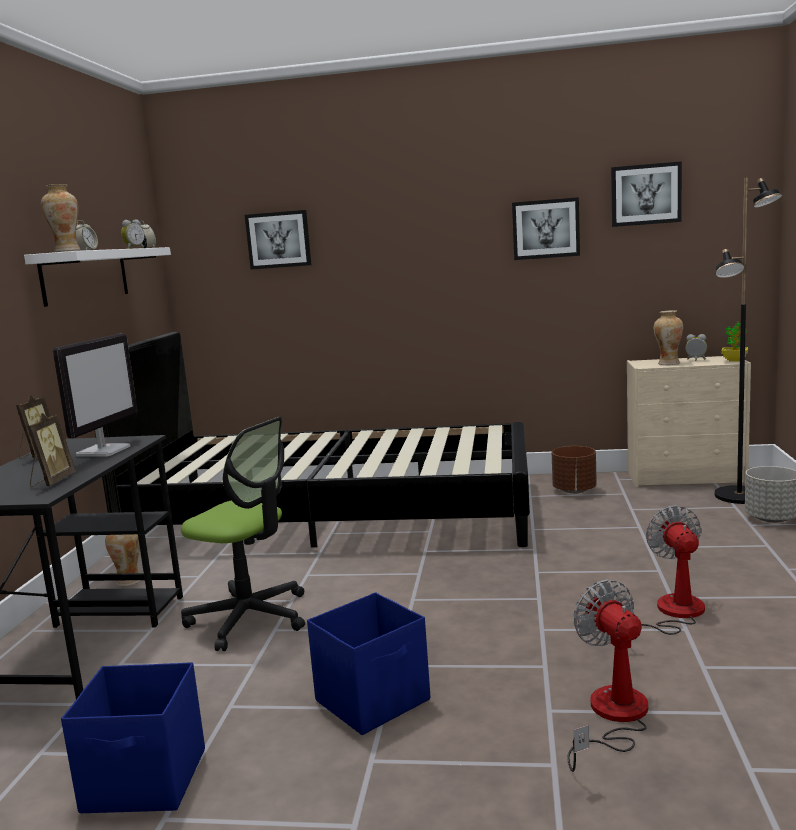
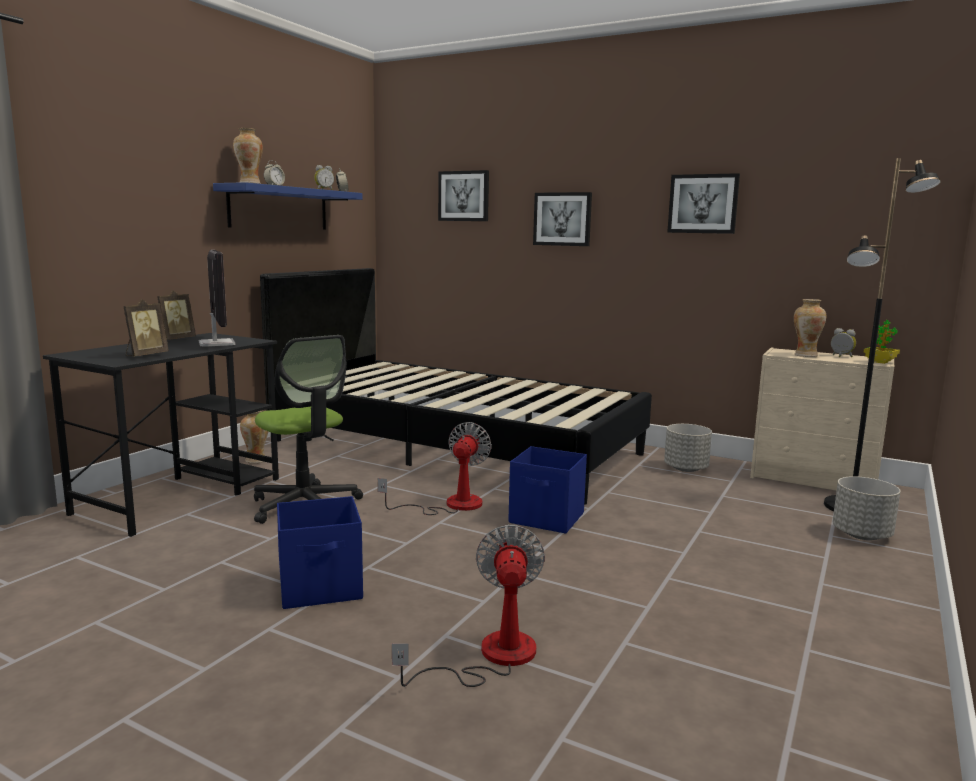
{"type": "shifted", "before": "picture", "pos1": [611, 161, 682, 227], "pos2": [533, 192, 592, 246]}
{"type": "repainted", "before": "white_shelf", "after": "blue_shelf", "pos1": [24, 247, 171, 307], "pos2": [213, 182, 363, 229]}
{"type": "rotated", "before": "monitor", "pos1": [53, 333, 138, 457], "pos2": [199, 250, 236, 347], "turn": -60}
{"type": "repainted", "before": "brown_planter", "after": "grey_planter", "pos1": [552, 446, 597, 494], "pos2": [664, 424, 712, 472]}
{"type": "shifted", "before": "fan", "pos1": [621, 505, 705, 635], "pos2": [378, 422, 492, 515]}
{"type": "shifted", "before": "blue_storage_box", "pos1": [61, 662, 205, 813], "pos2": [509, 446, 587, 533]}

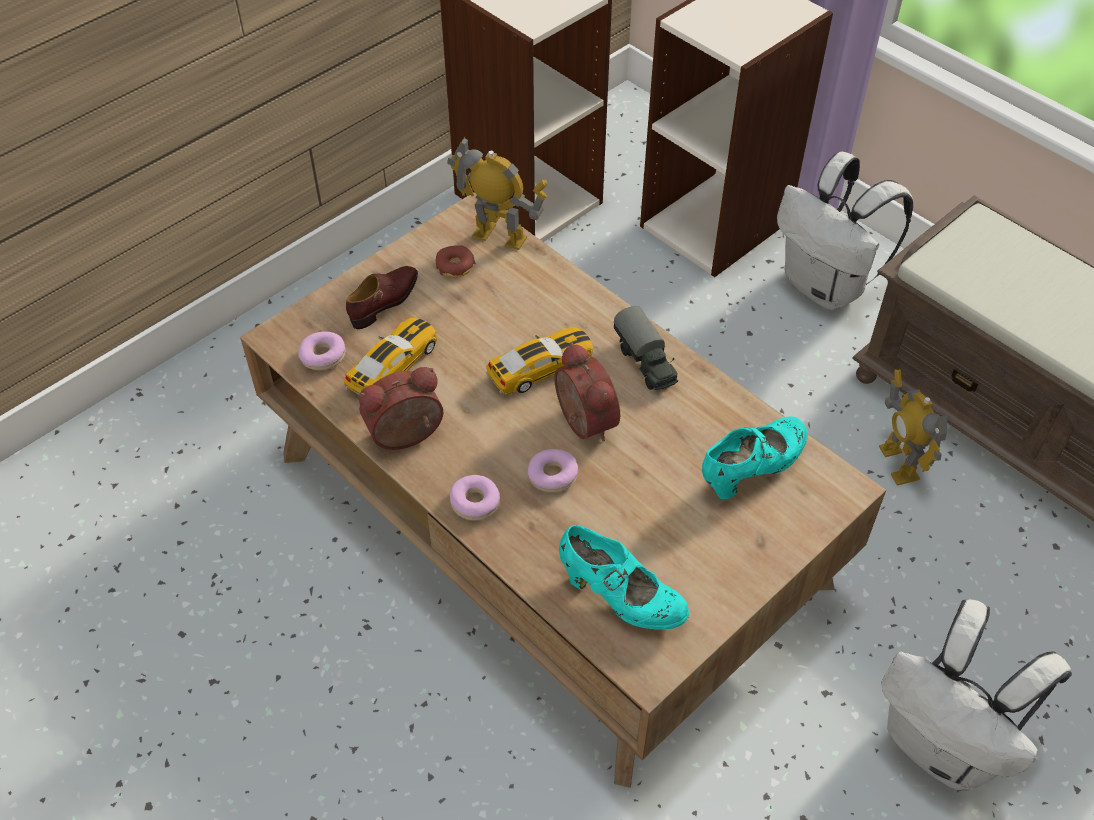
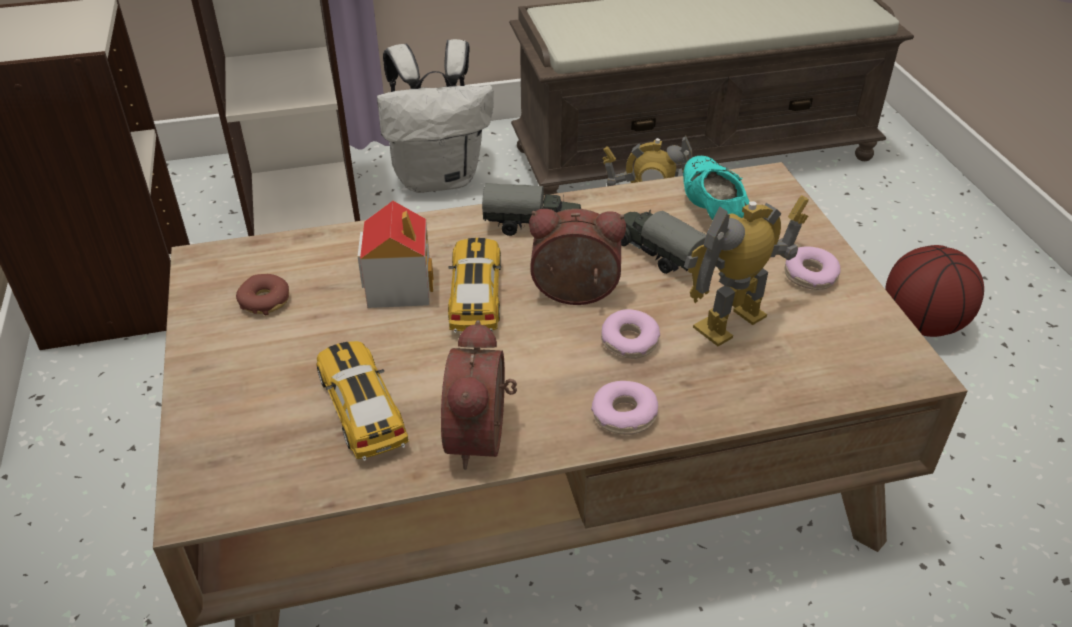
{"type": "shifted", "before": "toy_robot", "pos1": [447, 137, 548, 250], "pos2": [684, 195, 809, 346]}
{"type": "gone", "before": "brown_shoe", "pos1": [346, 266, 418, 329]}
{"type": "shifted", "before": "donut", "pos1": [298, 331, 345, 370], "pos2": [785, 246, 841, 290]}
{"type": "gone", "before": "turquoise_shoe", "pos1": [559, 525, 689, 630]}
{"type": "swapped", "before": "white_backpack", "after": "basketball", "pos1": [881, 599, 1072, 790], "pos2": [885, 245, 984, 337]}
{"type": "new", "after": "toy_house", "pos2": [357, 201, 434, 308]}
{"type": "new", "after": "toy_truck", "pos2": [621, 210, 706, 274]}

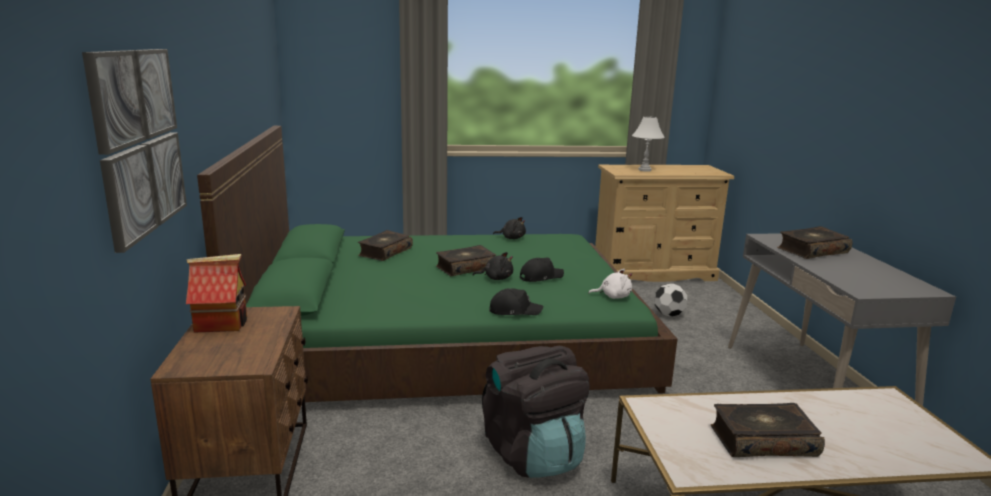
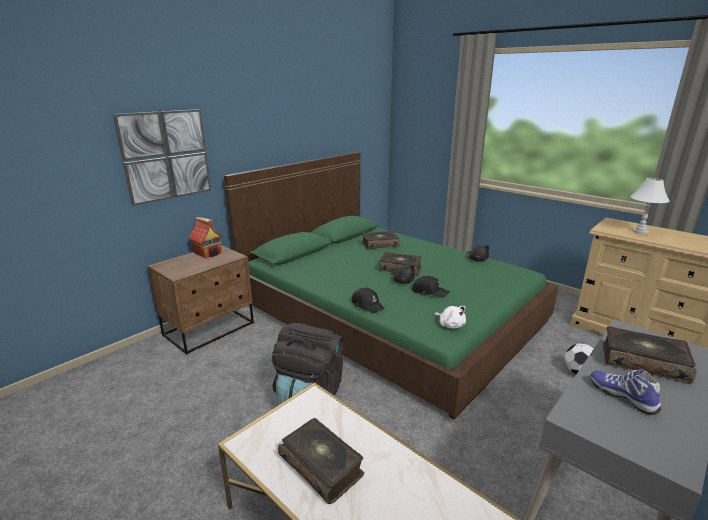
{"type": "new", "after": "shoe", "pos2": [590, 369, 661, 415]}

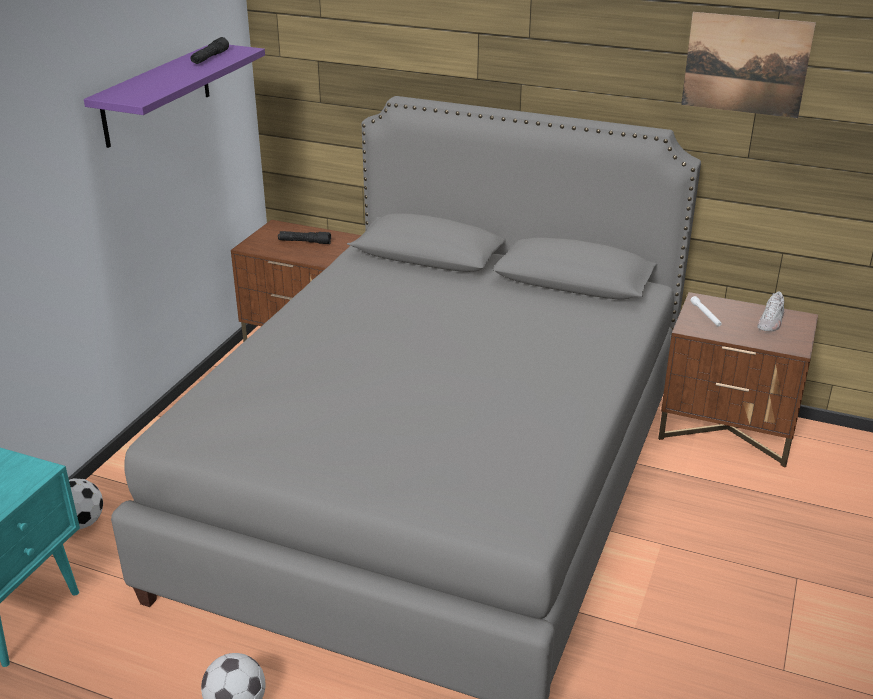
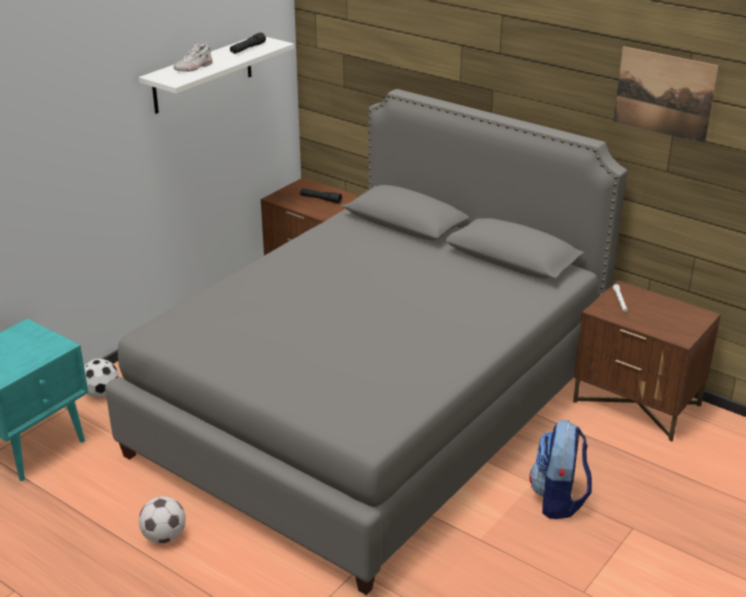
{"type": "repainted", "before": "purple_shelf", "after": "white_shelf", "pos1": [84, 45, 265, 148], "pos2": [139, 37, 294, 114]}
{"type": "shifted", "before": "white_shoe", "pos1": [757, 291, 784, 331], "pos2": [174, 43, 213, 72]}
{"type": "new", "after": "backpack", "pos2": [529, 420, 592, 519]}

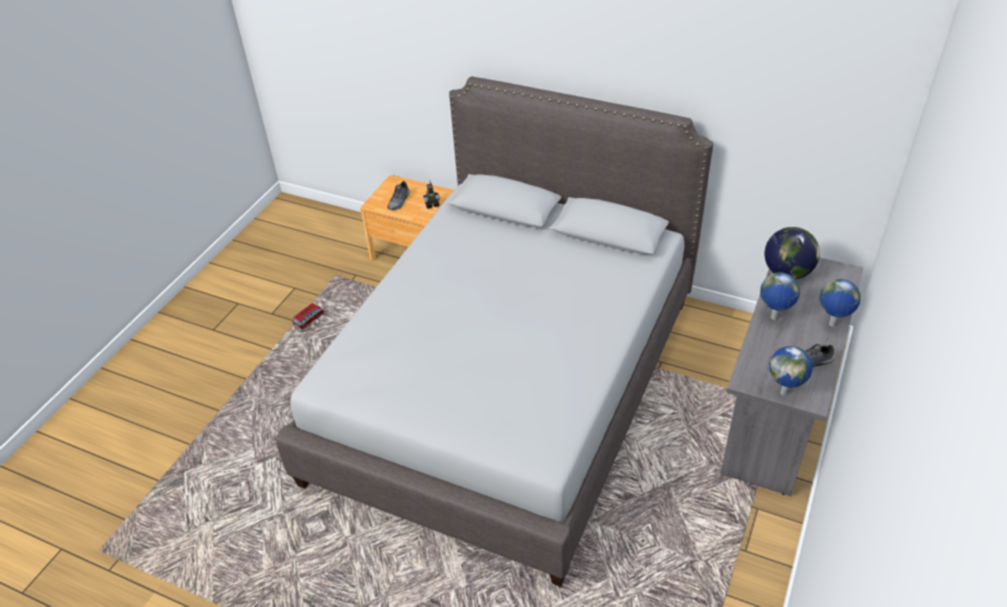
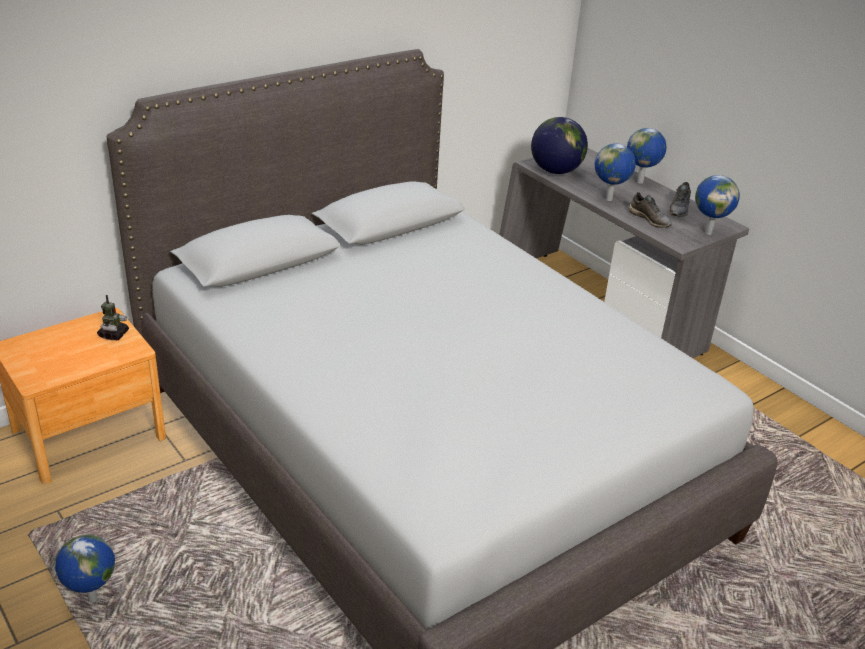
{"type": "shifted", "before": "grey_shoe", "pos1": [387, 181, 410, 210], "pos2": [629, 192, 672, 228]}
{"type": "swapped", "before": "toy_car", "after": "globe", "pos1": [292, 303, 324, 331], "pos2": [55, 535, 115, 603]}

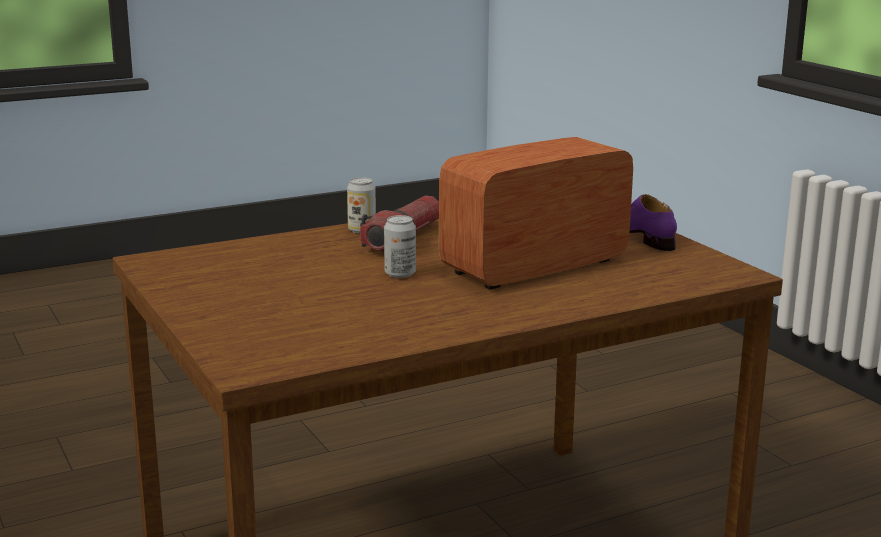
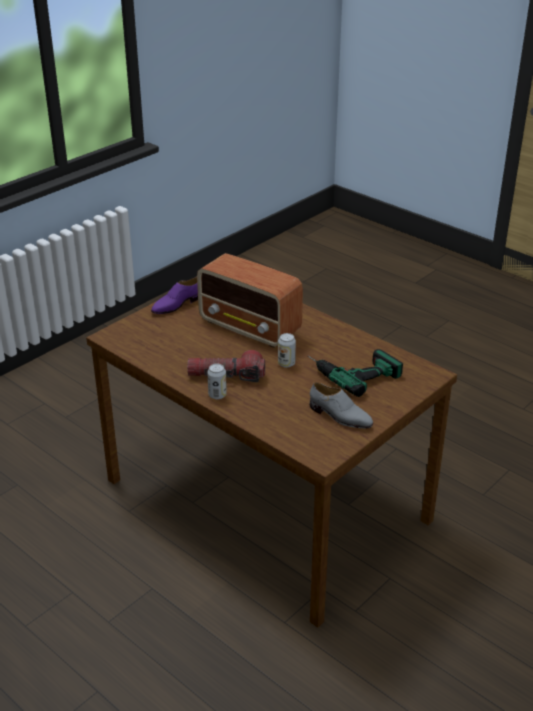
{"type": "new", "after": "power_drill", "pos2": [308, 349, 403, 397]}
{"type": "new", "after": "grey_shoe", "pos2": [310, 382, 373, 429]}

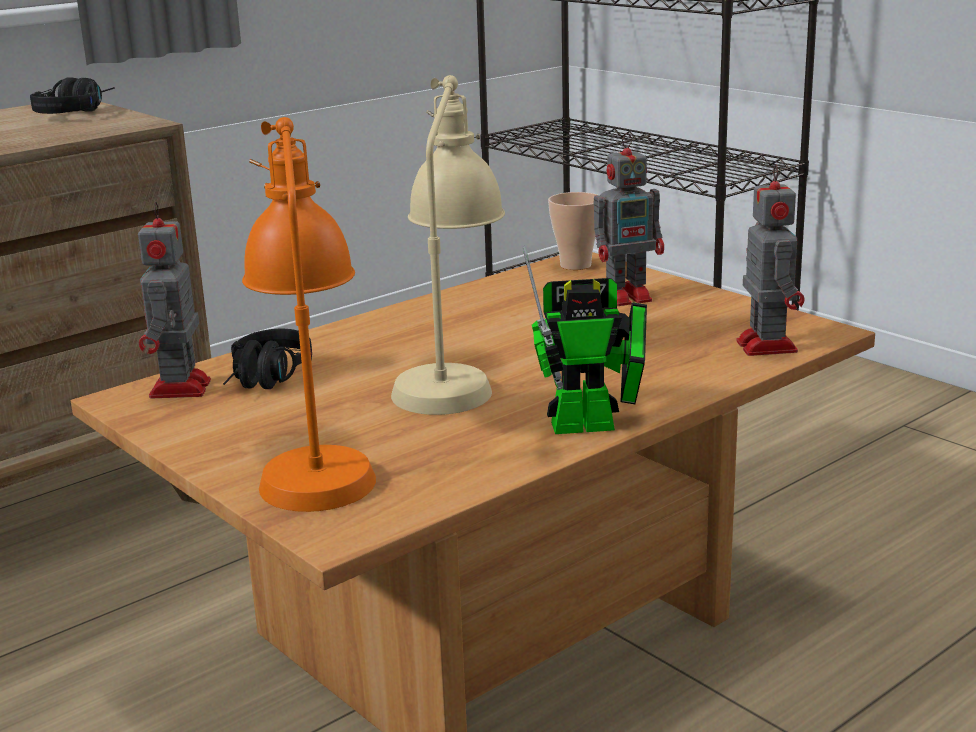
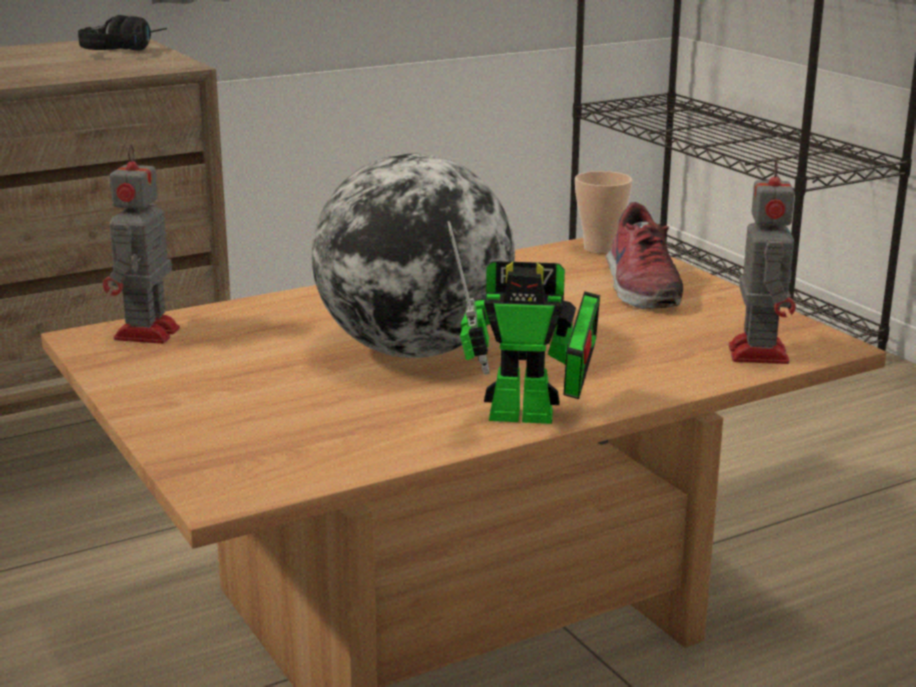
{"type": "swapped", "before": "beige_table_lamp", "after": "globe", "pos1": [391, 75, 505, 415], "pos2": [312, 153, 515, 358]}
{"type": "gone", "before": "orange_table_lamp", "pos1": [242, 117, 376, 512]}
{"type": "swapped", "before": "toy_robot", "after": "shoe", "pos1": [593, 133, 664, 306], "pos2": [605, 202, 683, 309]}
{"type": "gone", "before": "black_headphones", "pos1": [223, 329, 312, 389]}

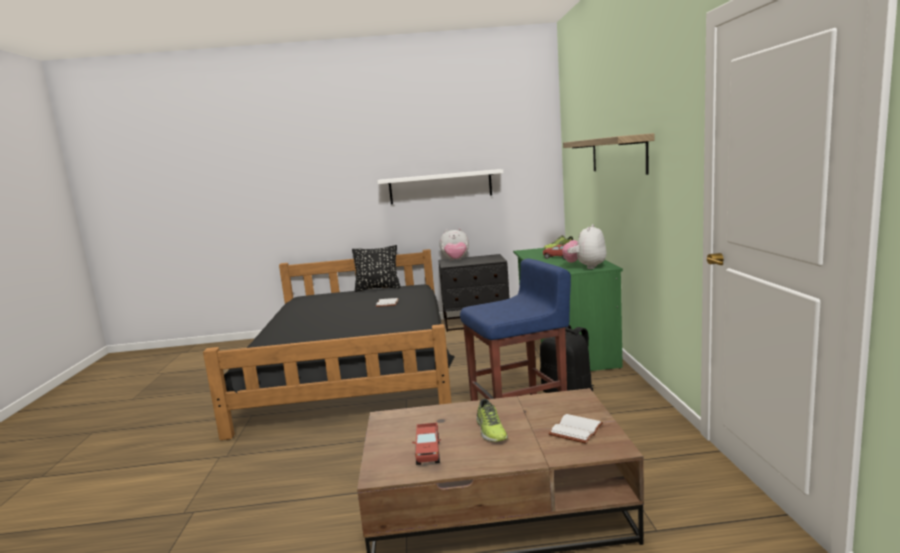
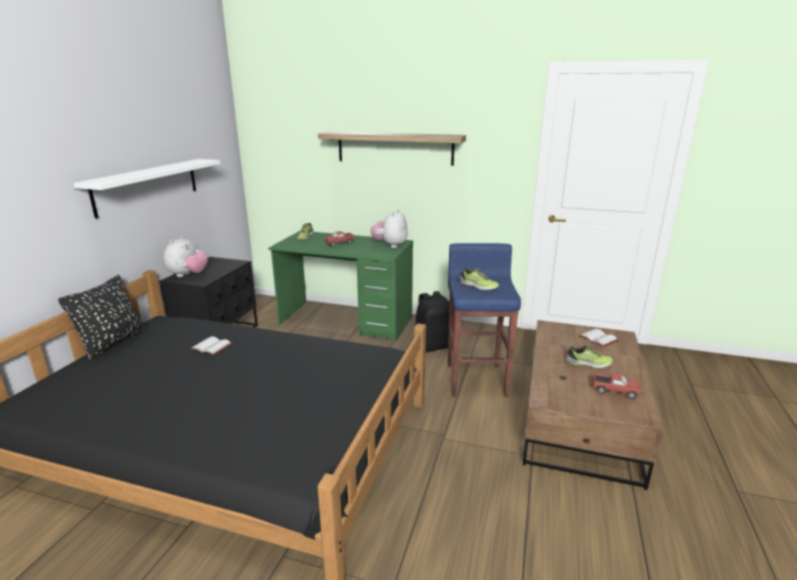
{"type": "rotated", "before": "plush_toy", "pos1": [562, 224, 607, 269], "pos2": [371, 209, 408, 248], "turn": 60}
{"type": "new", "after": "shoe", "pos2": [460, 268, 499, 290]}

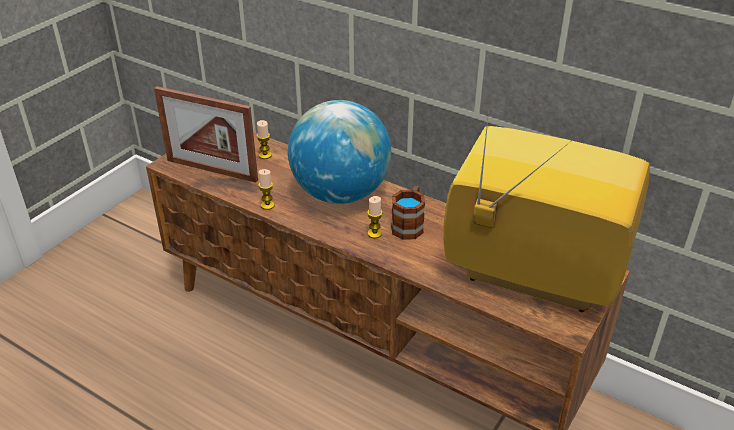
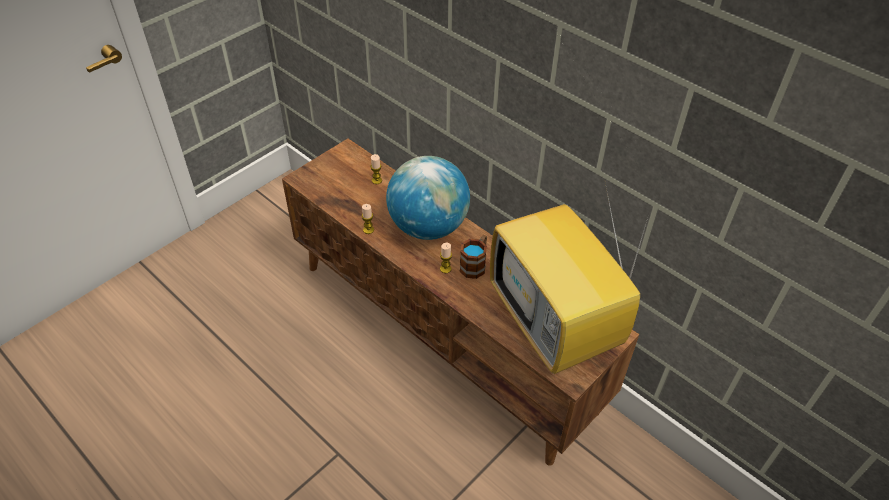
{"type": "gone", "before": "picture_frame", "pos1": [154, 86, 258, 183]}
{"type": "rotated", "before": "television", "pos1": [444, 94, 650, 312], "pos2": [490, 183, 650, 374], "turn": -150}

